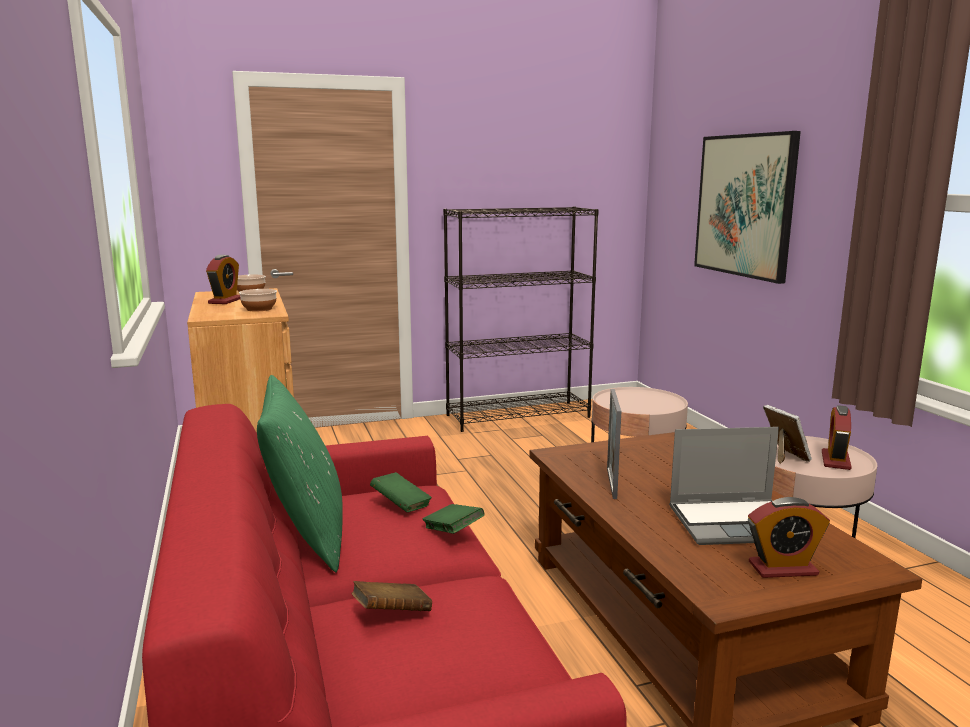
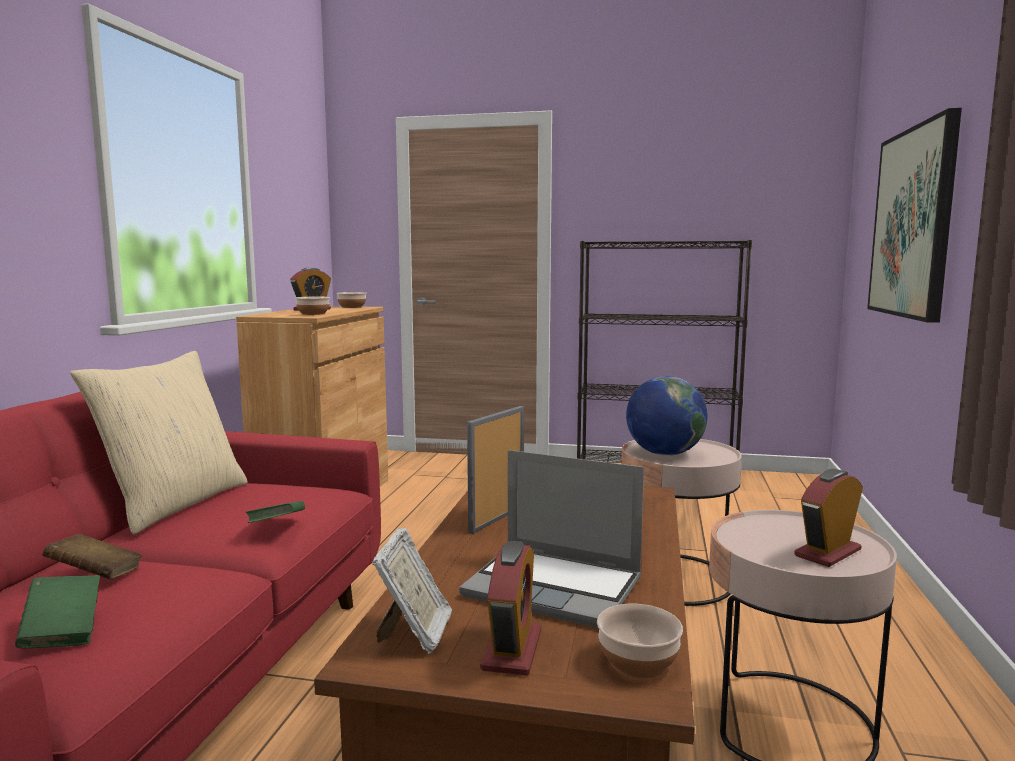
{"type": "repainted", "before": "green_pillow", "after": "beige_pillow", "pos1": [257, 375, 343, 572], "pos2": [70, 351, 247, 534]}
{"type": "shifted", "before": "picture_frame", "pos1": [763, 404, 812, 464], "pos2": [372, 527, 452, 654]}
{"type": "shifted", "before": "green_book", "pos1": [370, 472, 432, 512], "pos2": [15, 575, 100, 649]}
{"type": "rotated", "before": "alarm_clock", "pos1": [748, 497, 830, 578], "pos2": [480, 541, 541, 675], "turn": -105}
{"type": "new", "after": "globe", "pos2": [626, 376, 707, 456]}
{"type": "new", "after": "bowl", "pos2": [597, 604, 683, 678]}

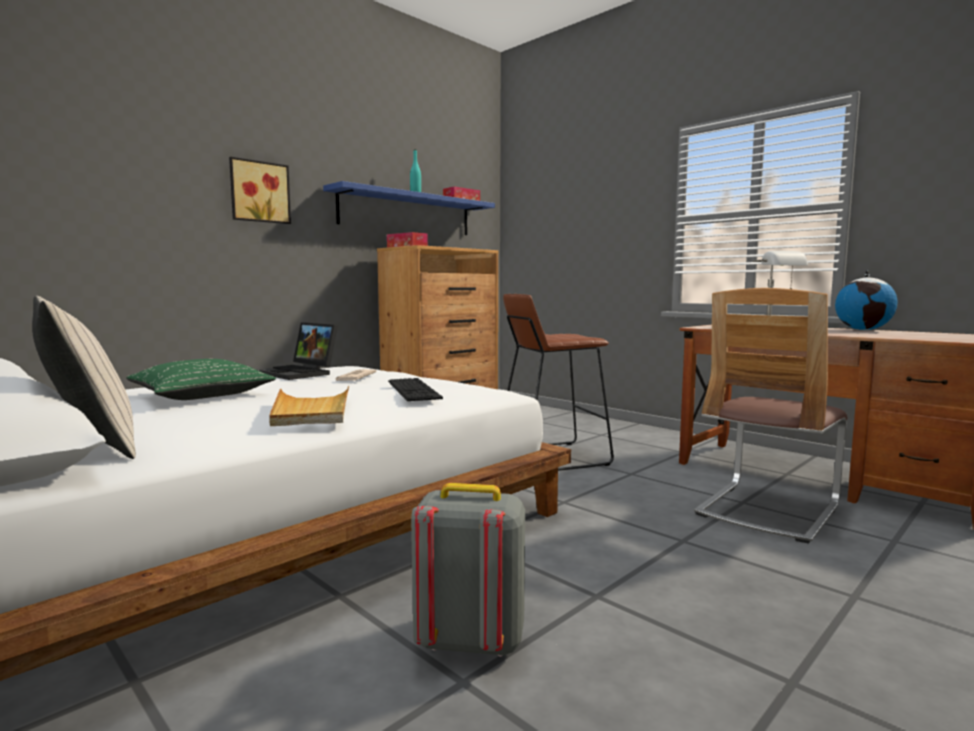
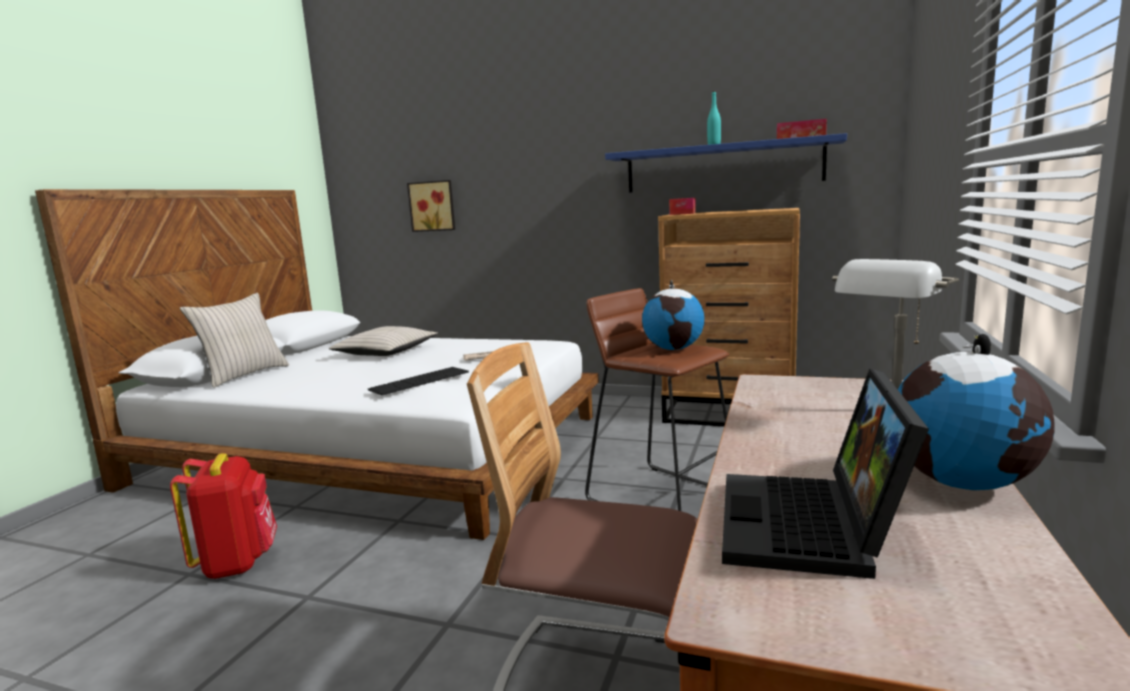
{"type": "shifted", "before": "picture", "pos1": [229, 157, 291, 224], "pos2": [407, 180, 455, 232]}
{"type": "shifted", "before": "laptop", "pos1": [258, 322, 338, 380], "pos2": [722, 368, 929, 579]}
{"type": "repainted", "before": "green_pillow", "after": "beige_pillow", "pos1": [126, 359, 276, 400], "pos2": [329, 326, 438, 356]}
{"type": "gone", "before": "beige_tray", "pos1": [269, 386, 349, 426]}
{"type": "repainted", "before": "grey_backpack", "after": "red_backpack", "pos1": [411, 483, 525, 657], "pos2": [170, 453, 277, 579]}
{"type": "new", "after": "globe", "pos2": [642, 280, 705, 350]}

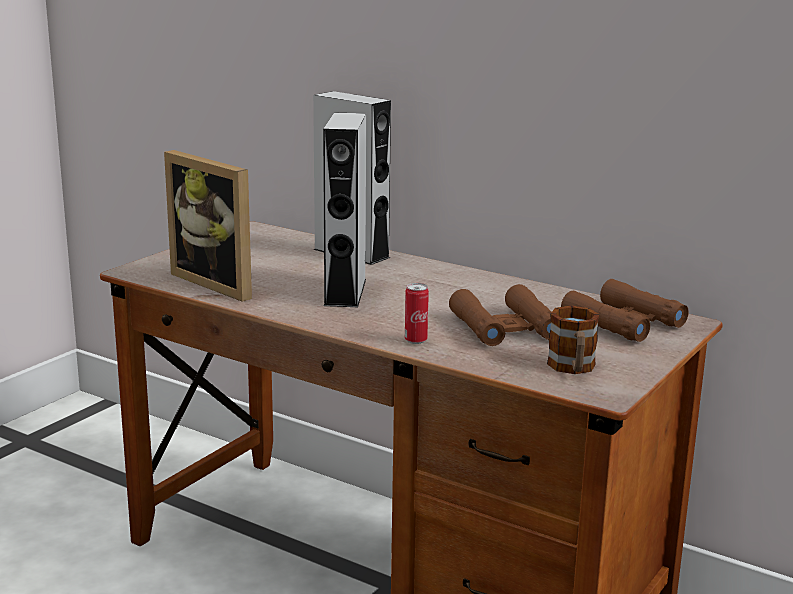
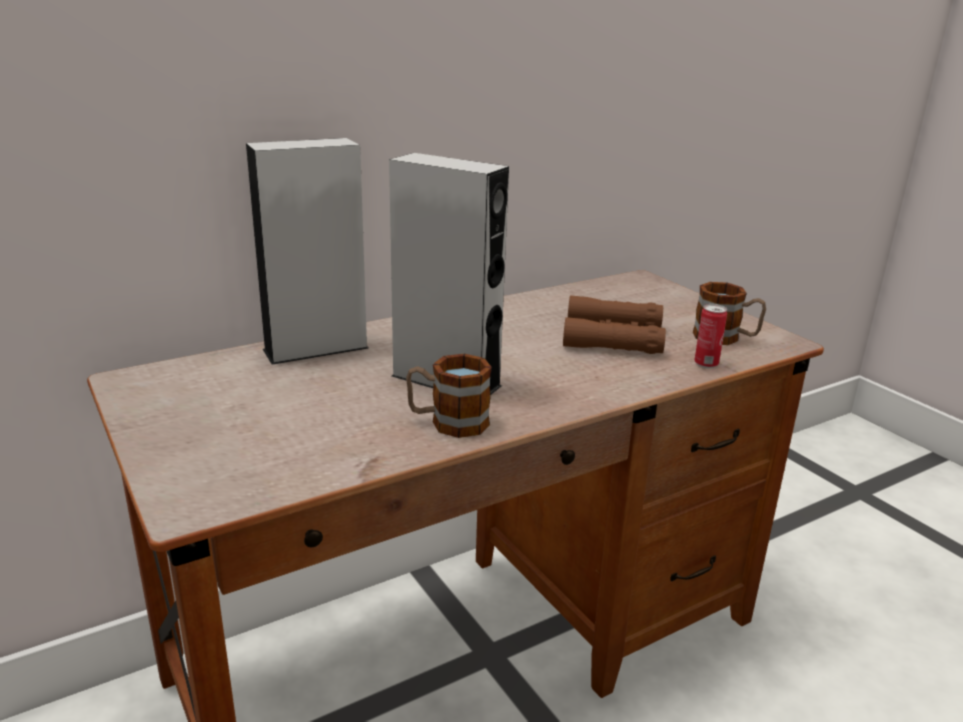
{"type": "gone", "before": "picture_frame", "pos1": [164, 150, 252, 302]}
{"type": "gone", "before": "brown_binoculars", "pos1": [561, 279, 689, 342]}
{"type": "shifted", "before": "can", "pos1": [405, 283, 429, 344], "pos2": [694, 304, 727, 368]}
{"type": "new", "after": "mug", "pos2": [406, 354, 492, 438]}

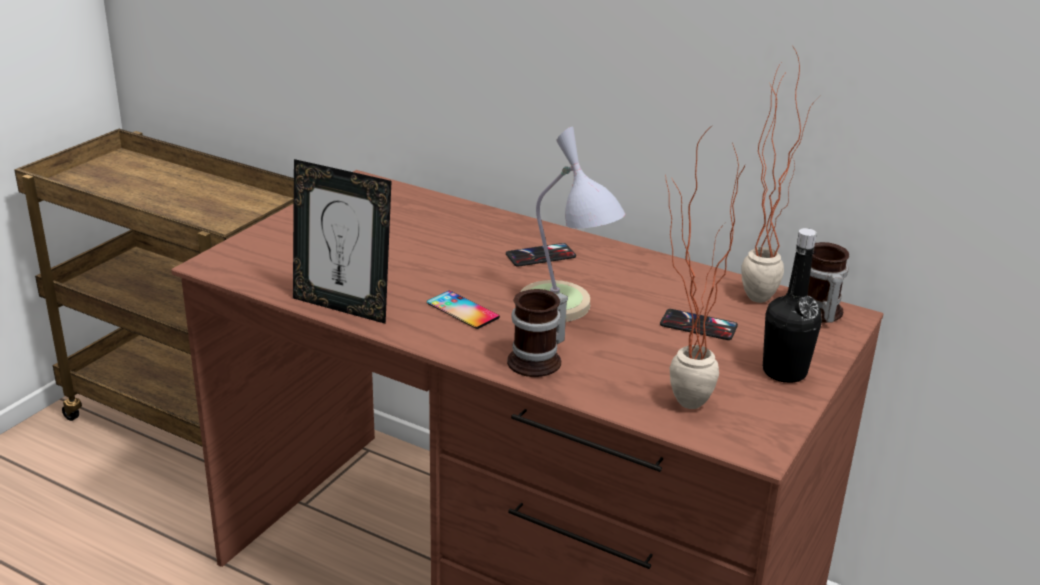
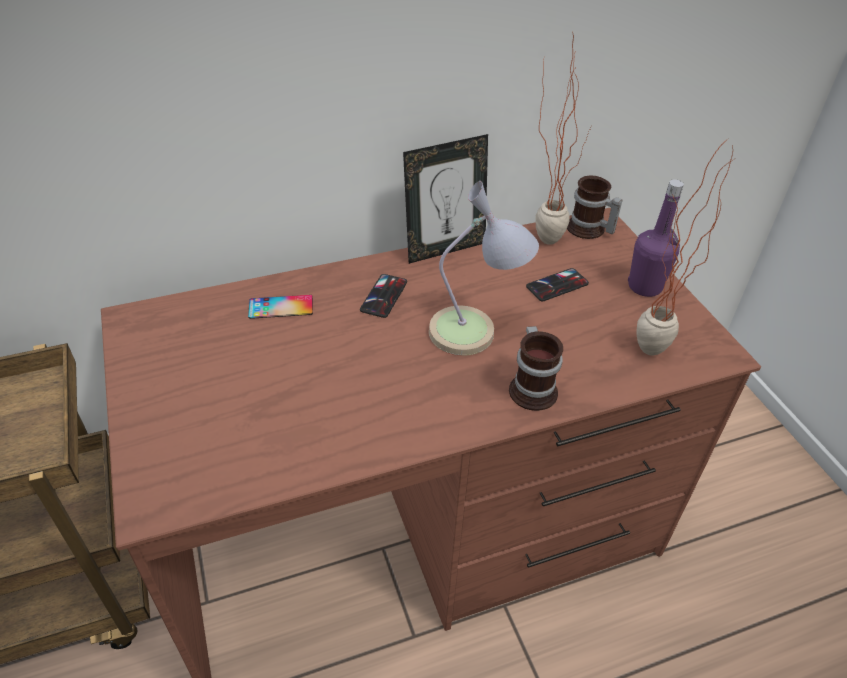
{"type": "shifted", "before": "picture_frame", "pos1": [293, 159, 391, 324], "pos2": [403, 134, 488, 264]}
{"type": "repainted", "before": "black_bottle", "after": "purple_bottle", "pos1": [763, 228, 822, 383], "pos2": [628, 179, 684, 297]}
{"type": "shifted", "before": "phone", "pos1": [427, 291, 500, 329], "pos2": [248, 295, 313, 319]}

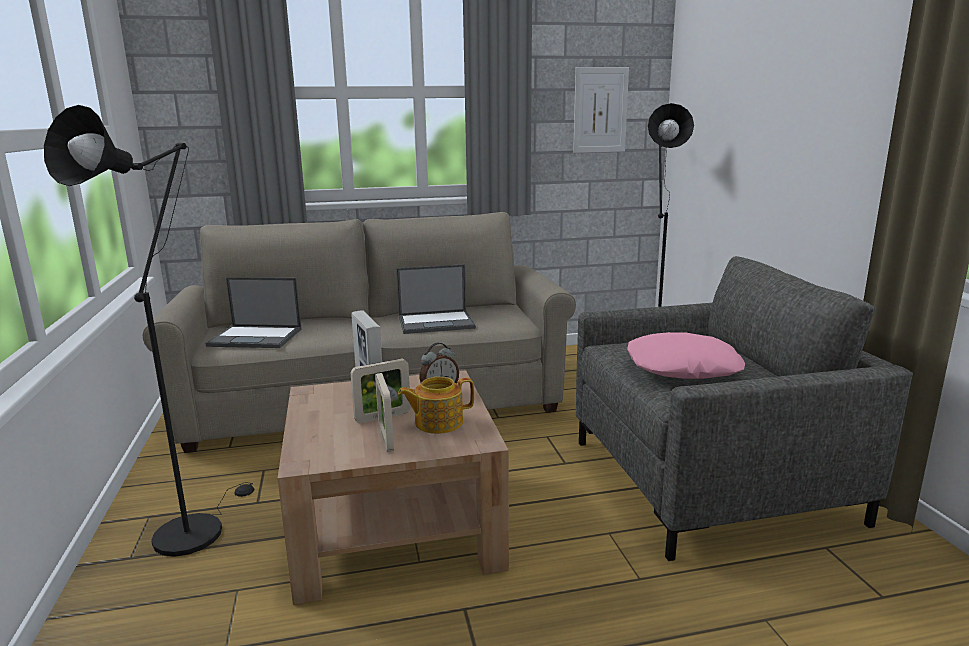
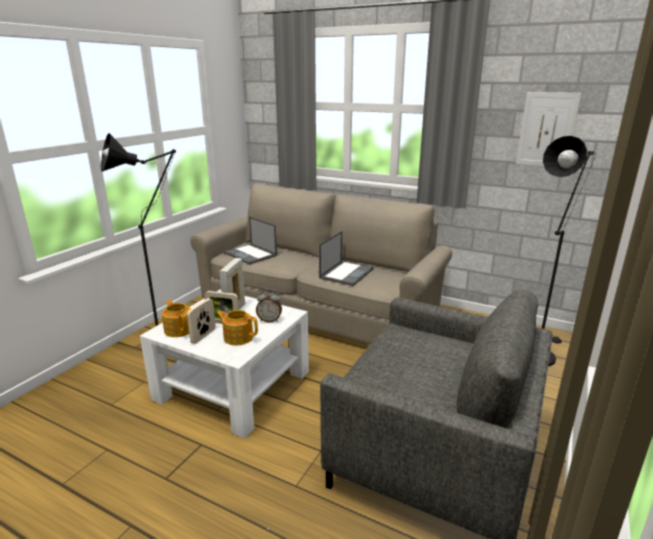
{"type": "rotated", "before": "laptop", "pos1": [396, 264, 476, 334], "pos2": [319, 231, 374, 286], "turn": -90}
{"type": "gone", "before": "pink_pillow", "pos1": [627, 332, 745, 379]}
{"type": "repainted", "before": "brown_coffee_table", "after": "white_coffee_table", "pos1": [277, 370, 509, 605], "pos2": [140, 290, 309, 439]}
{"type": "new", "after": "teapot", "pos2": [162, 300, 191, 337]}

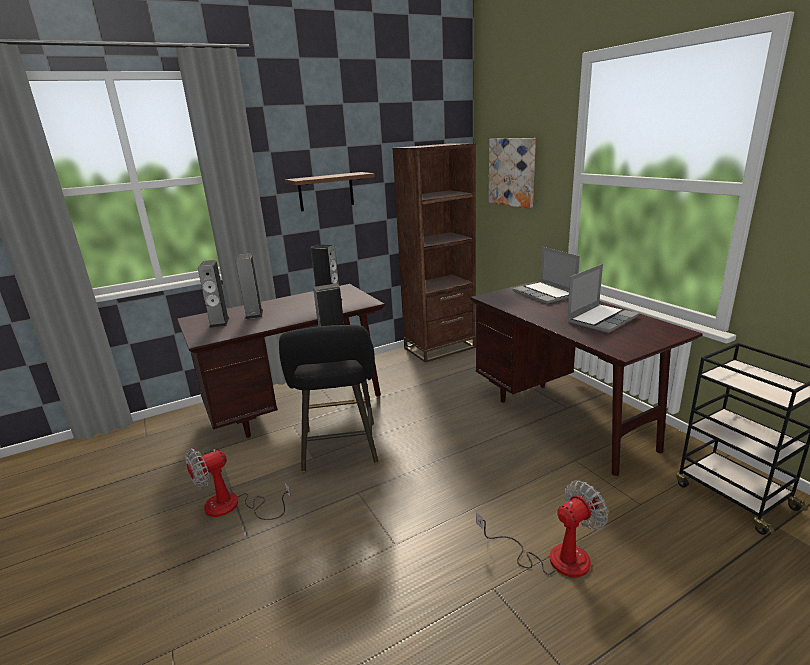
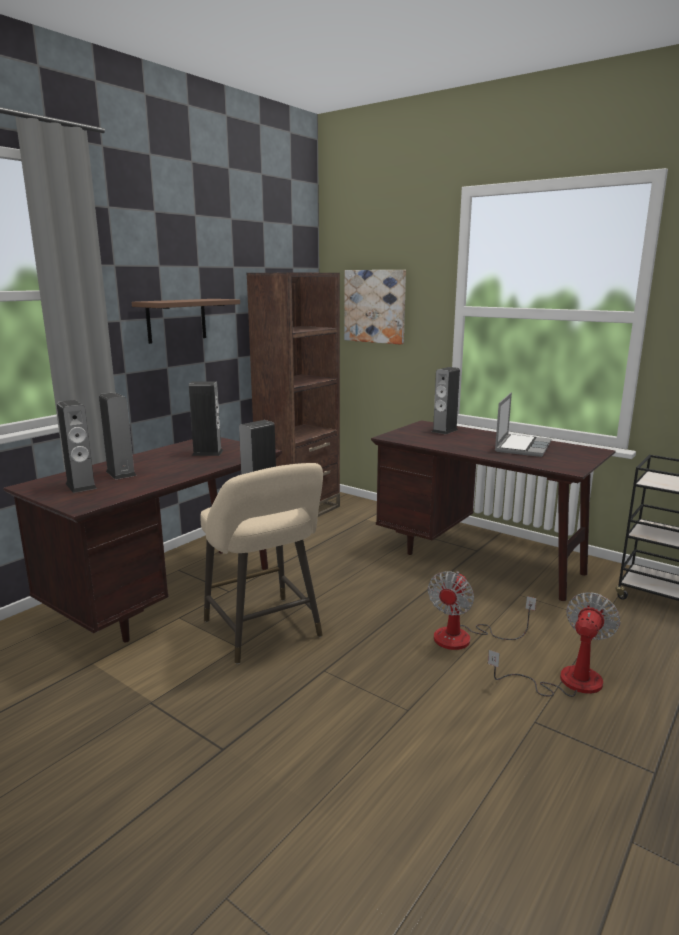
{"type": "swapped", "before": "laptop", "after": "speaker", "pos1": [512, 247, 580, 304], "pos2": [432, 367, 460, 434]}
{"type": "repainted", "before": "black_stool", "after": "beige_stool", "pos1": [279, 325, 378, 472], "pos2": [200, 463, 323, 664]}
{"type": "shifted", "before": "fan", "pos1": [185, 448, 291, 520], "pos2": [428, 571, 536, 650]}

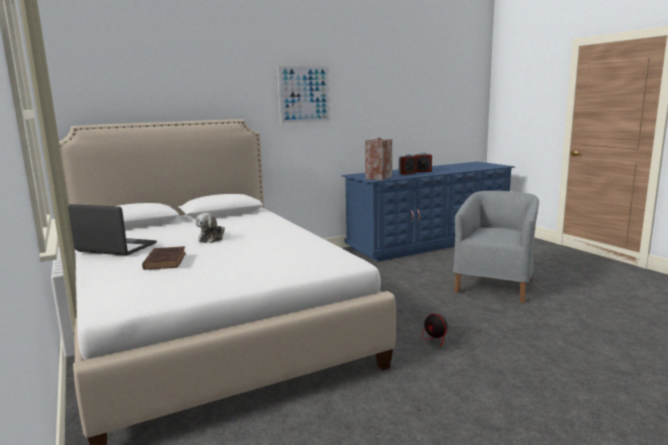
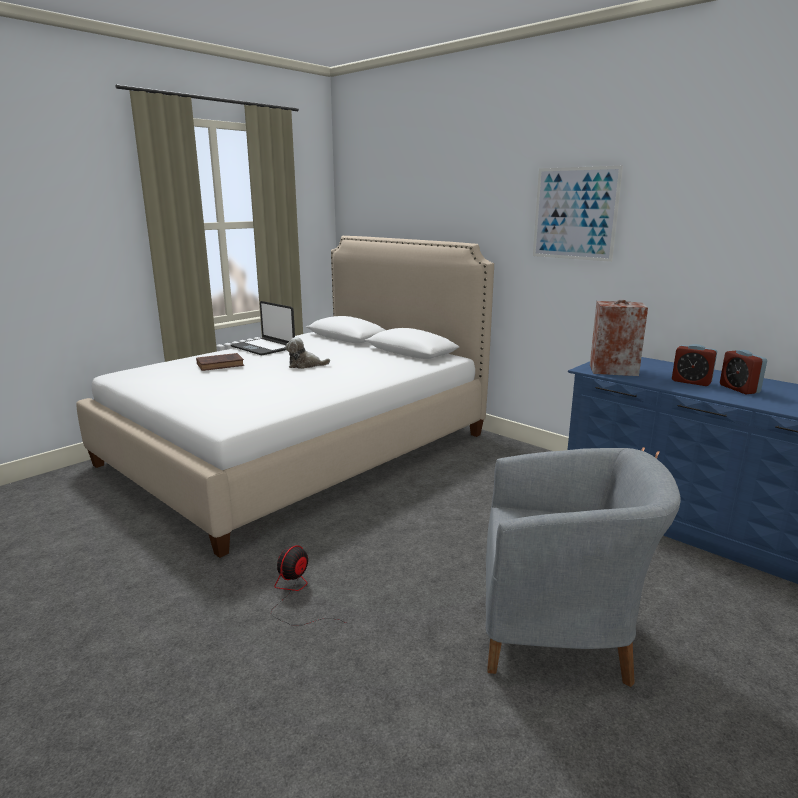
{"type": "rotated", "before": "laptop", "pos1": [68, 204, 157, 256], "pos2": [231, 301, 295, 355], "turn": 135}

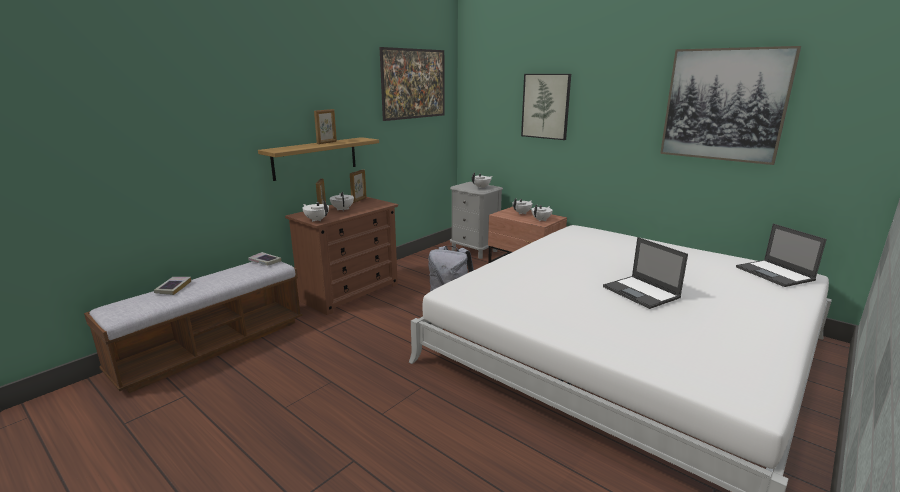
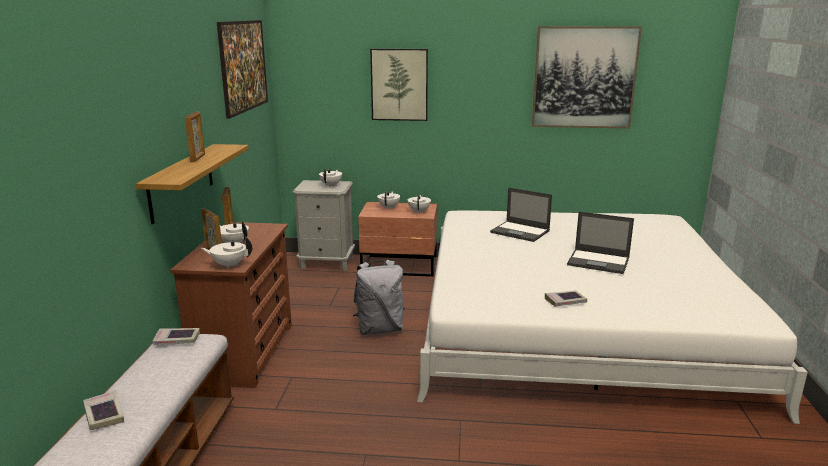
{"type": "shifted", "before": "laptop", "pos1": [736, 224, 827, 287], "pos2": [490, 187, 552, 242]}
{"type": "new", "after": "book", "pos2": [545, 291, 587, 307]}

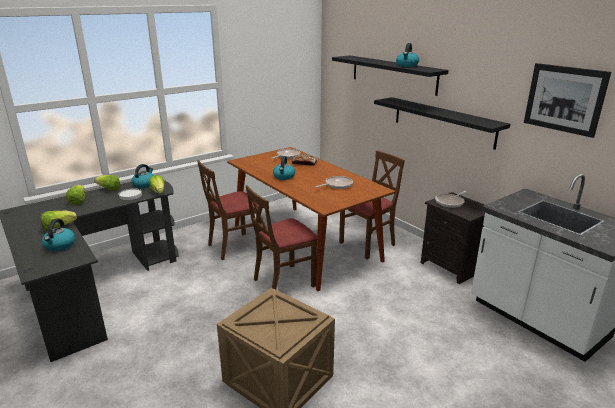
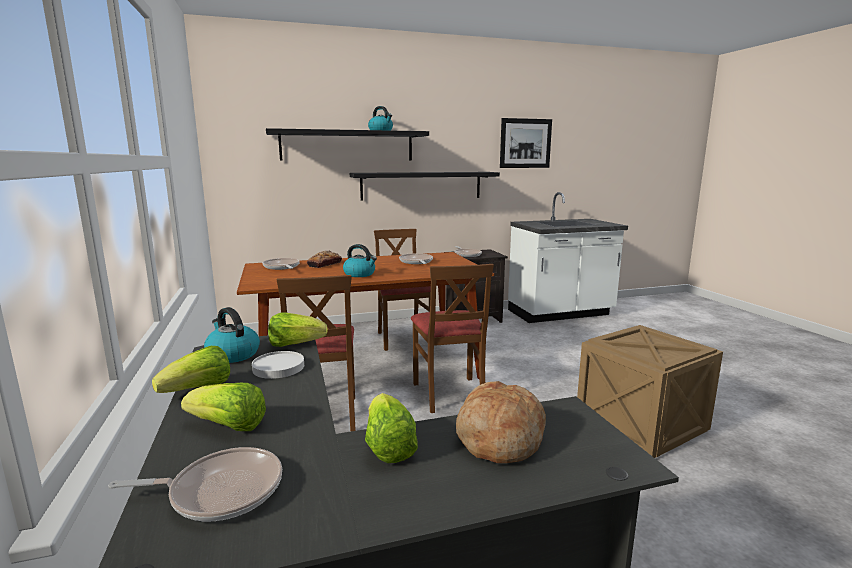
{"type": "swapped", "before": "kettle", "after": "bread", "pos1": [42, 219, 75, 251], "pos2": [456, 381, 546, 463]}
{"type": "new", "after": "frying_pan", "pos2": [108, 447, 282, 521]}

